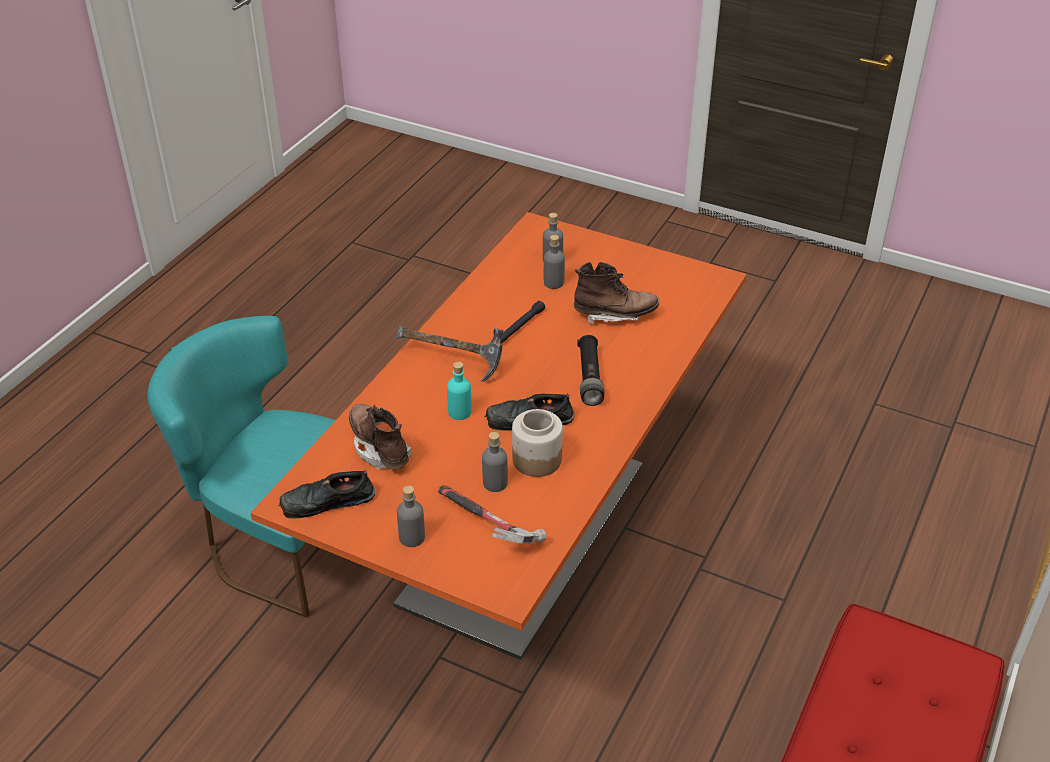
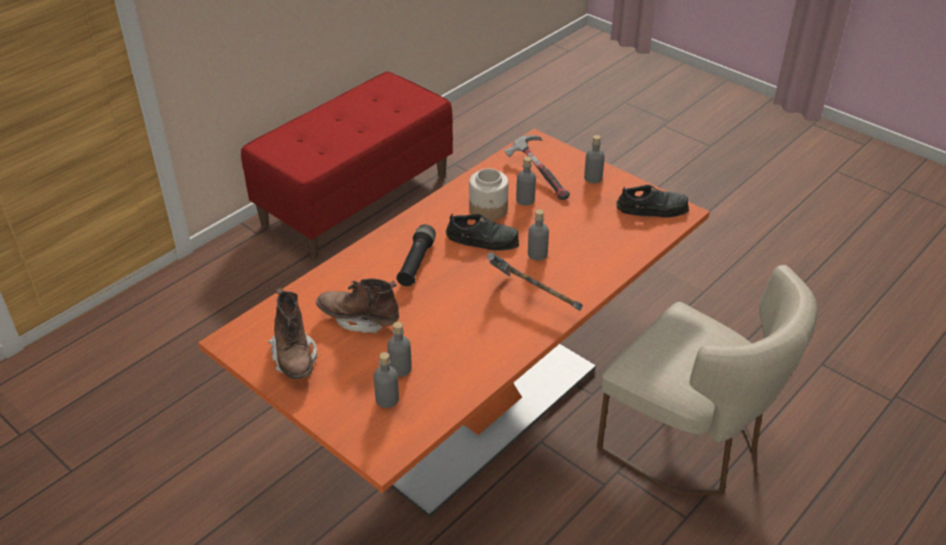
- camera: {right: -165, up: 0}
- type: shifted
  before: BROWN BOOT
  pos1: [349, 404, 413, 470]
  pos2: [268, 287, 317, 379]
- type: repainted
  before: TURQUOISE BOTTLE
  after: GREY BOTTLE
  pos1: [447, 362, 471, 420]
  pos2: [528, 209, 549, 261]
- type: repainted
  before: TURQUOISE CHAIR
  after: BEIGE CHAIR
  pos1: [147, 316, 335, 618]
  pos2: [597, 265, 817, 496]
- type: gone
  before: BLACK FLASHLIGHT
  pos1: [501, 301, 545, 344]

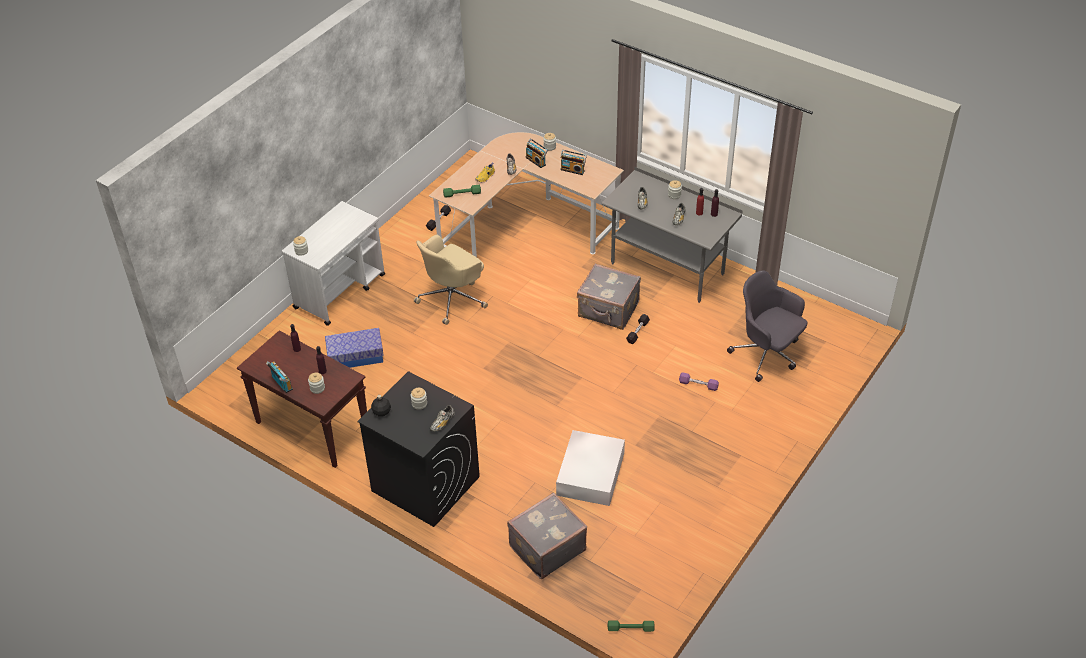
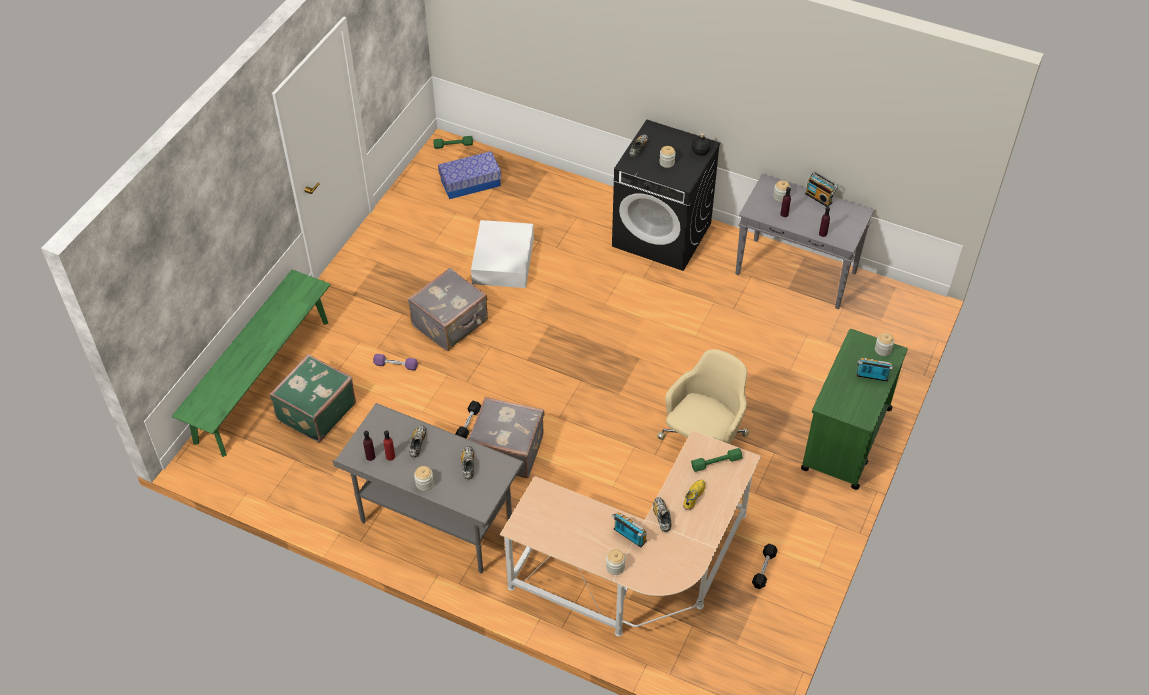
- camera: {right: 170, up: 5}
- type: new
  after: GREEN BENCH
  pos2: [172, 270, 330, 457]
- type: swapped
  before: GREY OFFICE CHAIR
  after: GREEN SUITCASE
  pos1: [727, 270, 807, 382]
  pos2: [269, 354, 356, 442]
- type: shifted
  before: GREY SUITCASE
  pos1: [507, 492, 587, 579]
  pos2: [408, 268, 488, 351]
- type: shifted
  before: STORAGE BOX
  pos1: [325, 328, 384, 368]
  pos2: [438, 151, 502, 199]
- type: repainted
  before: BROWN CONSOLE TABLE
  after: GREY CONSOLE TABLE
  pos1: [237, 330, 367, 468]
  pos2: [735, 174, 875, 309]
- type: repainted
  before: WHITE CART
  after: GREEN CART
  pos1: [282, 201, 385, 326]
  pos2: [801, 329, 908, 490]
- type: shifted
  before: RADIO
  pos1: [560, 150, 587, 175]
  pos2: [856, 358, 894, 382]

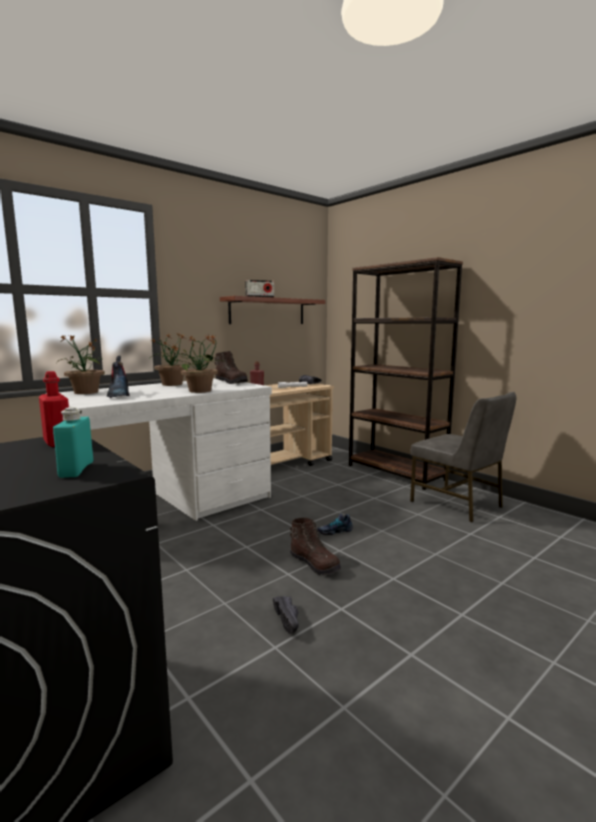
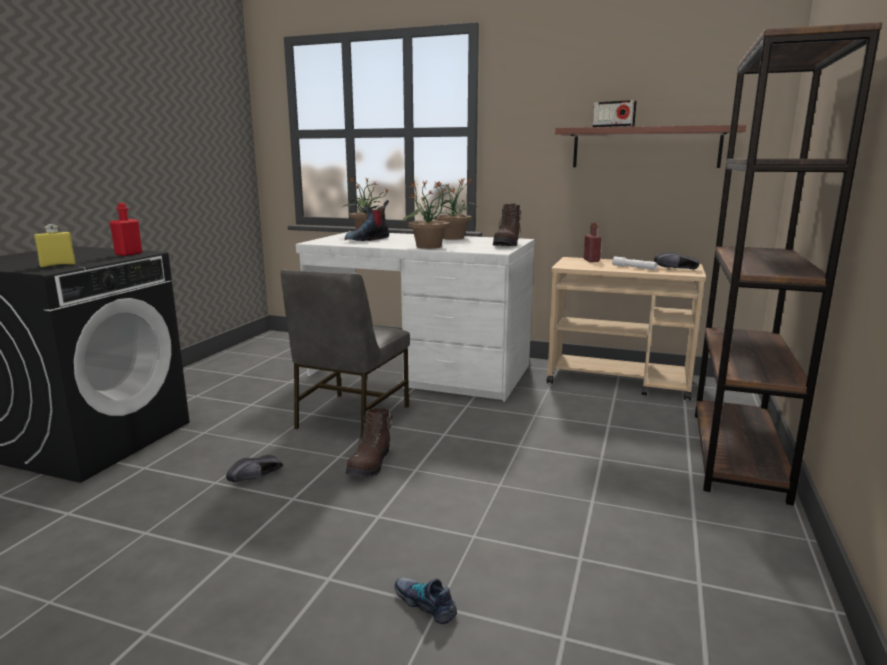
- camera: {right: 60, up: 5}
- type: repainted
  before: TURQUOISE BOTTLE
  after: YELLOW BOTTLE
  pos1: [53, 407, 93, 478]
  pos2: [34, 224, 76, 267]
- type: shifted
  before: GREY CHAIR
  pos1: [410, 392, 517, 523]
  pos2: [280, 269, 410, 438]
- type: shifted
  before: SHOE
  pos1: [318, 514, 353, 535]
  pos2: [395, 577, 457, 624]

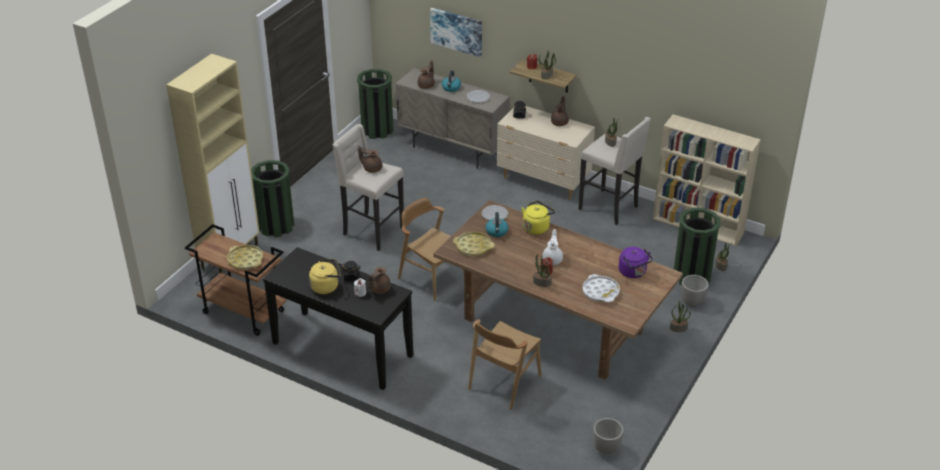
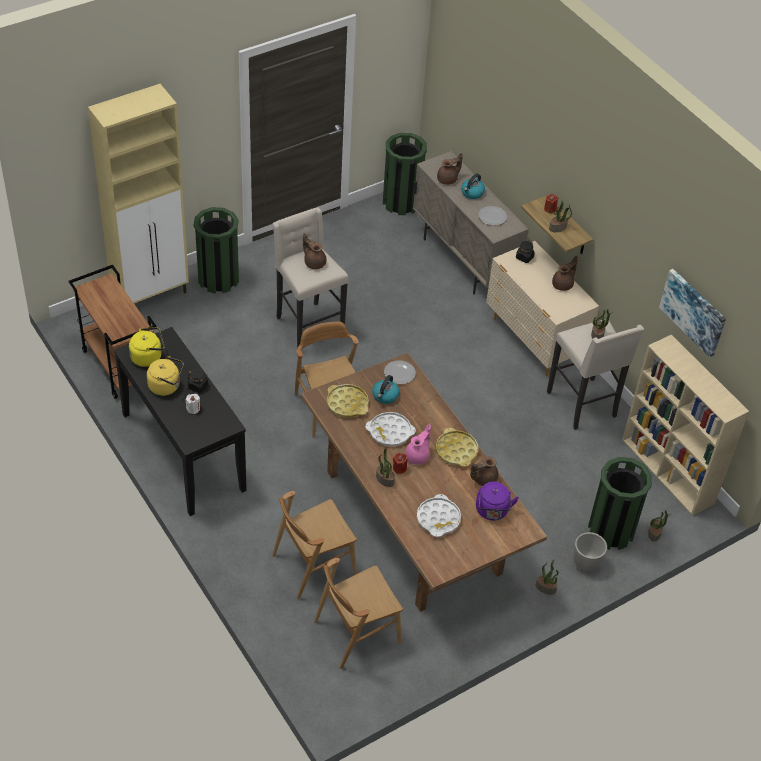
- camera: {right: 25, up: 10}
- type: shifted
  before: YELLOW KETTLE
  pos1: [522, 201, 555, 235]
  pos2: [129, 327, 165, 367]
- type: new
  after: BROWN CHAIR
  pos2: [314, 558, 403, 669]
- type: new
  after: WHITE TRAY
  pos2: [366, 412, 416, 446]
- type: repainted
  before: WHITE TEAPOT
  after: PINK TEAPOT
  pos1: [542, 229, 563, 265]
  pos2: [405, 424, 431, 465]
- type: shifted
  before: YELLOW TRAY
  pos1: [227, 245, 263, 269]
  pos2: [436, 428, 478, 467]
- type: shifted
  before: BROWN TEAPOT
  pos1: [369, 267, 391, 294]
  pos2: [470, 456, 498, 486]
- type: shifted
  before: PICTURE
  pos1: [430, 8, 482, 57]
  pos2: [659, 269, 726, 358]
- type: gone
  before: PLANTER
  pos1: [593, 418, 624, 455]

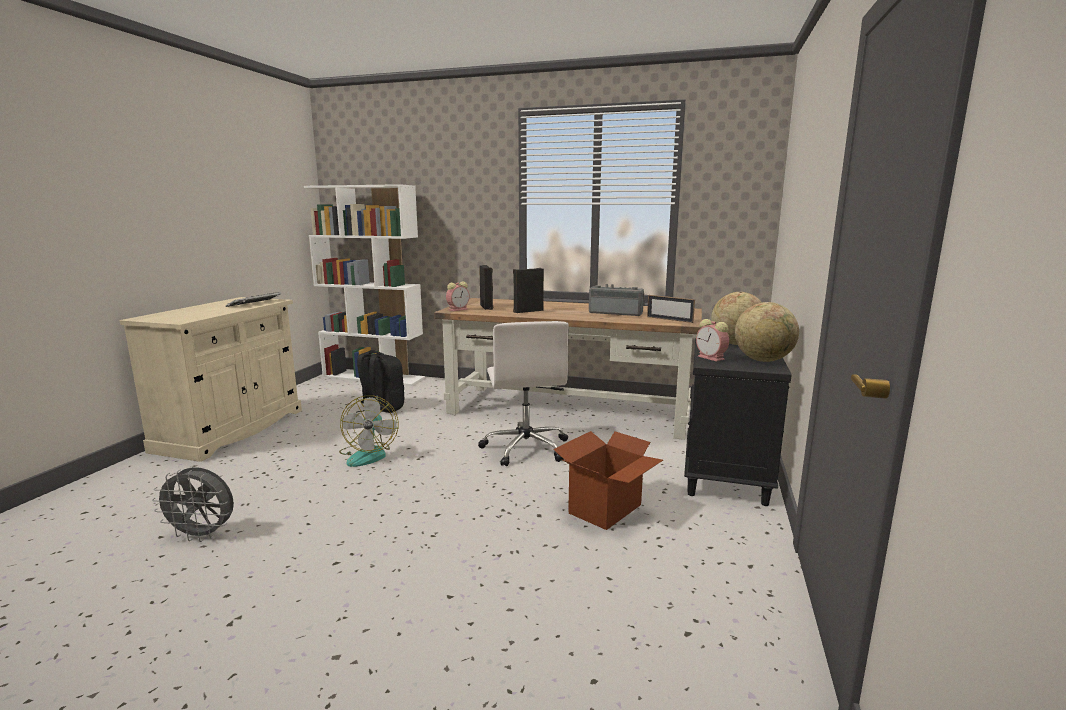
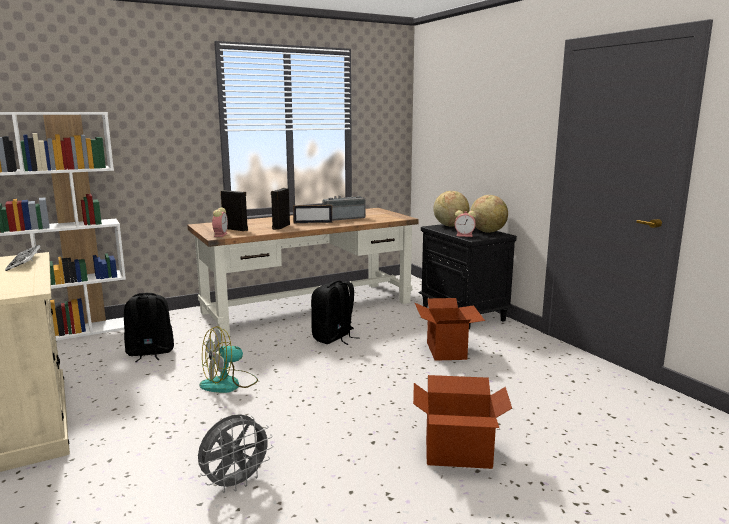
- camera: {right: -45, up: 0}
- type: rotated
  before: FAN
  pos1: [339, 395, 398, 467]
  pos2: [200, 326, 258, 393]
  turn: 105
- type: shifted
  before: PICTURE FRAME
  pos1: [647, 295, 695, 323]
  pos2: [293, 205, 332, 224]
- type: swapped
  before: WHITE OFFICE CHAIR
  after: BLACK BACKPACK
  pos1: [478, 321, 569, 466]
  pos2: [311, 281, 359, 345]
- type: new
  after: CARDBOARD BOX
  pos2: [413, 375, 512, 469]

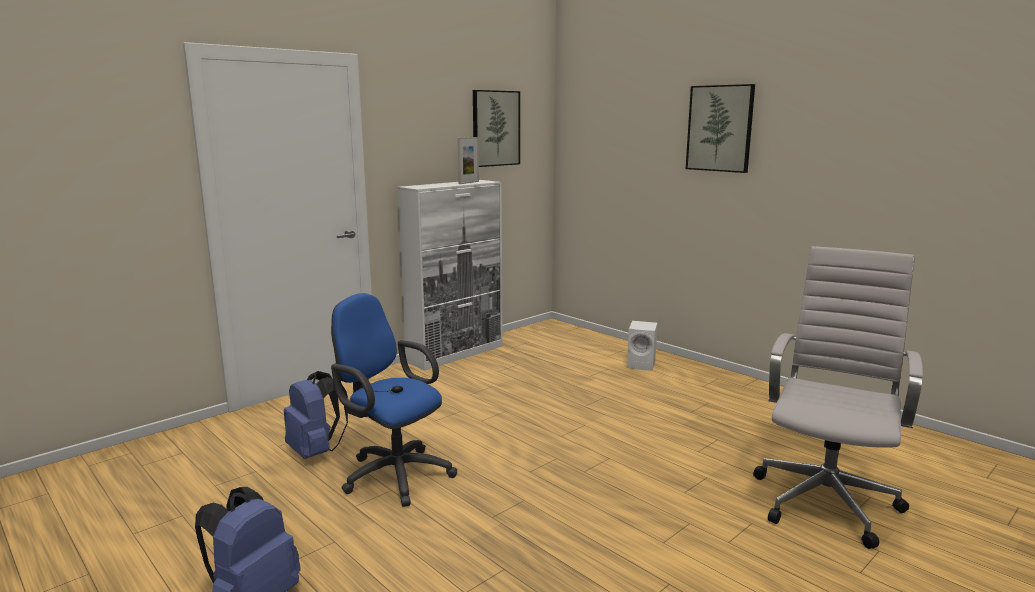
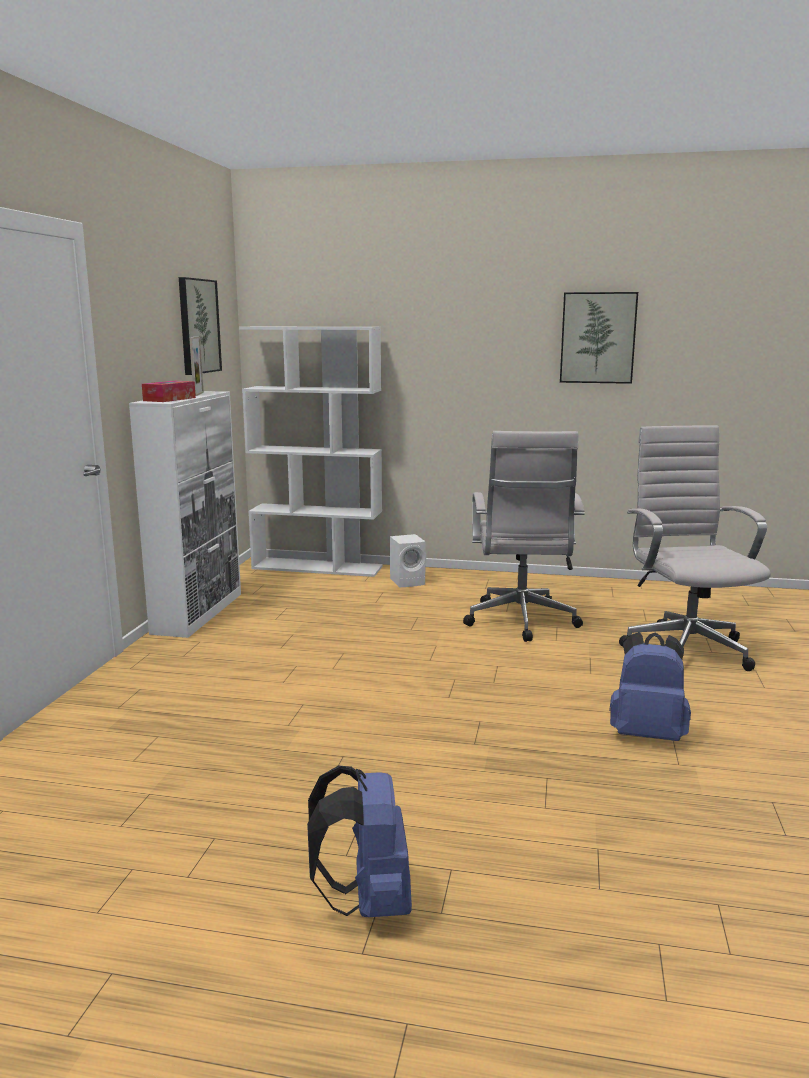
- camera: {right: -35, up: 0}
- type: new
  after: TISSUE BOX
  pos2: [142, 381, 196, 402]
- type: new
  after: WHITE BOOKCASE
  pos2: [239, 327, 383, 577]
- type: new
  after: WHITE OFFICE CHAIR
  pos2: [463, 431, 585, 642]
- type: shifted
  before: PICTURE
  pos1: [686, 84, 755, 173]
  pos2: [560, 292, 638, 384]
- type: shifted
  before: BLUE BACKPACK
  pos1: [284, 371, 348, 459]
  pos2: [609, 632, 691, 741]
- type: gone
  before: BLUE OFFICE CHAIR
  pos1: [331, 293, 457, 507]

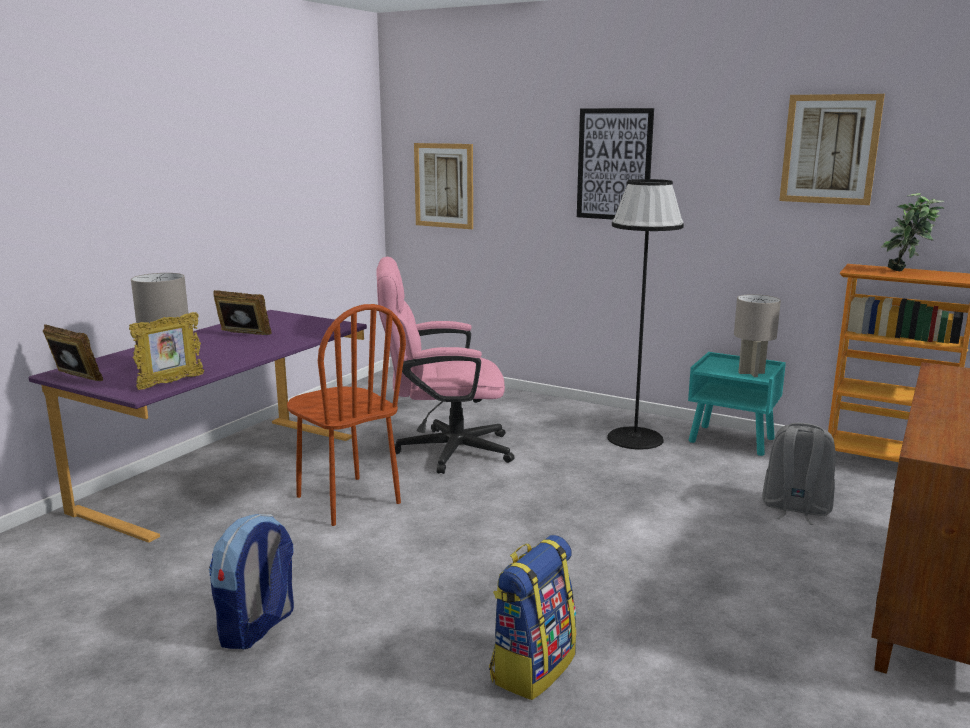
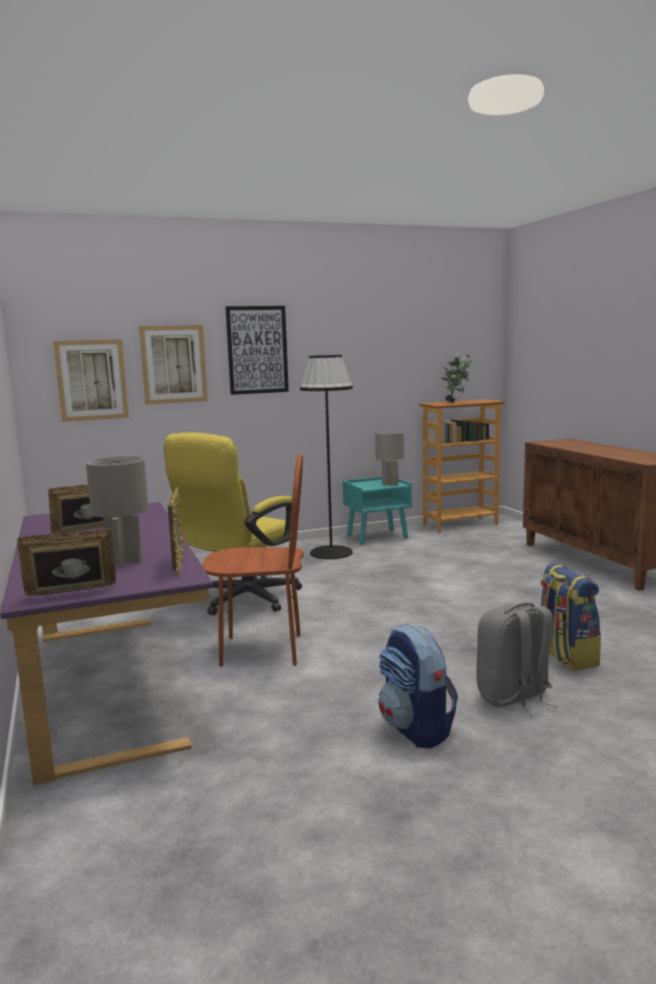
- camera: {right: -50, up: -5}
- type: shifted
  before: PICTURE
  pos1: [779, 94, 885, 205]
  pos2: [139, 325, 208, 404]
- type: repainted
  before: PINK OFFICE CHAIR
  after: YELLOW OFFICE CHAIR
  pos1: [376, 257, 515, 474]
  pos2: [164, 432, 302, 615]
- type: shifted
  before: GREY BACKPACK
  pos1: [762, 423, 836, 525]
  pos2: [476, 602, 558, 717]

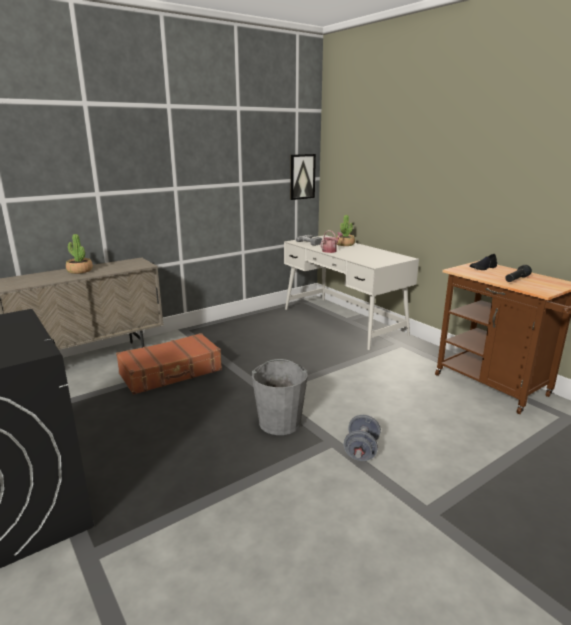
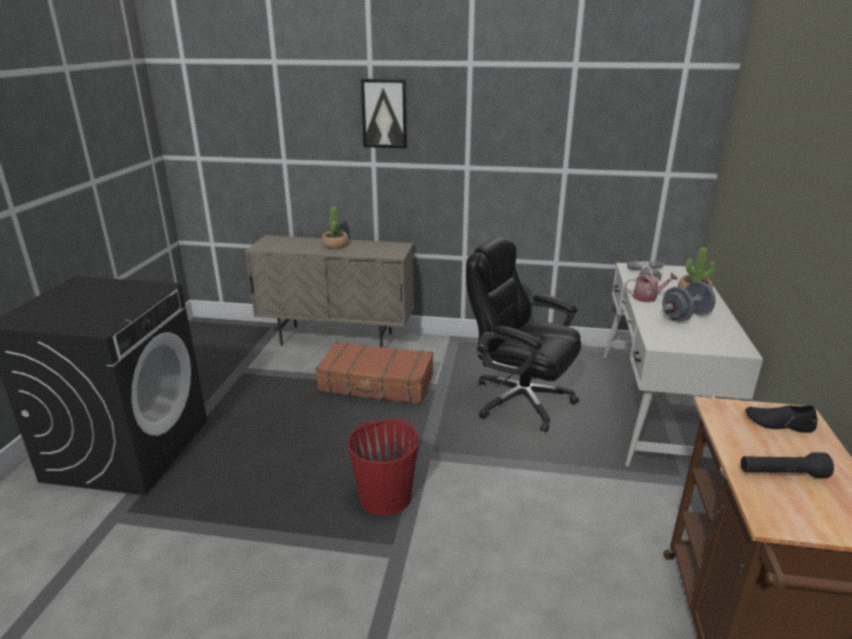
- camera: {right: 45, up: 5}
- type: repainted
  before: GREY BUCKET
  after: RED BUCKET
  pos1: [252, 359, 308, 435]
  pos2: [348, 419, 419, 516]
- type: shifted
  before: PICTURE
  pos1: [290, 154, 316, 200]
  pos2: [361, 79, 407, 148]
- type: new
  after: BLACK OFFICE CHAIR
  pos2: [466, 237, 581, 432]
- type: shifted
  before: GREY DUMBBELL
  pos1: [344, 415, 381, 461]
  pos2: [662, 281, 716, 322]

